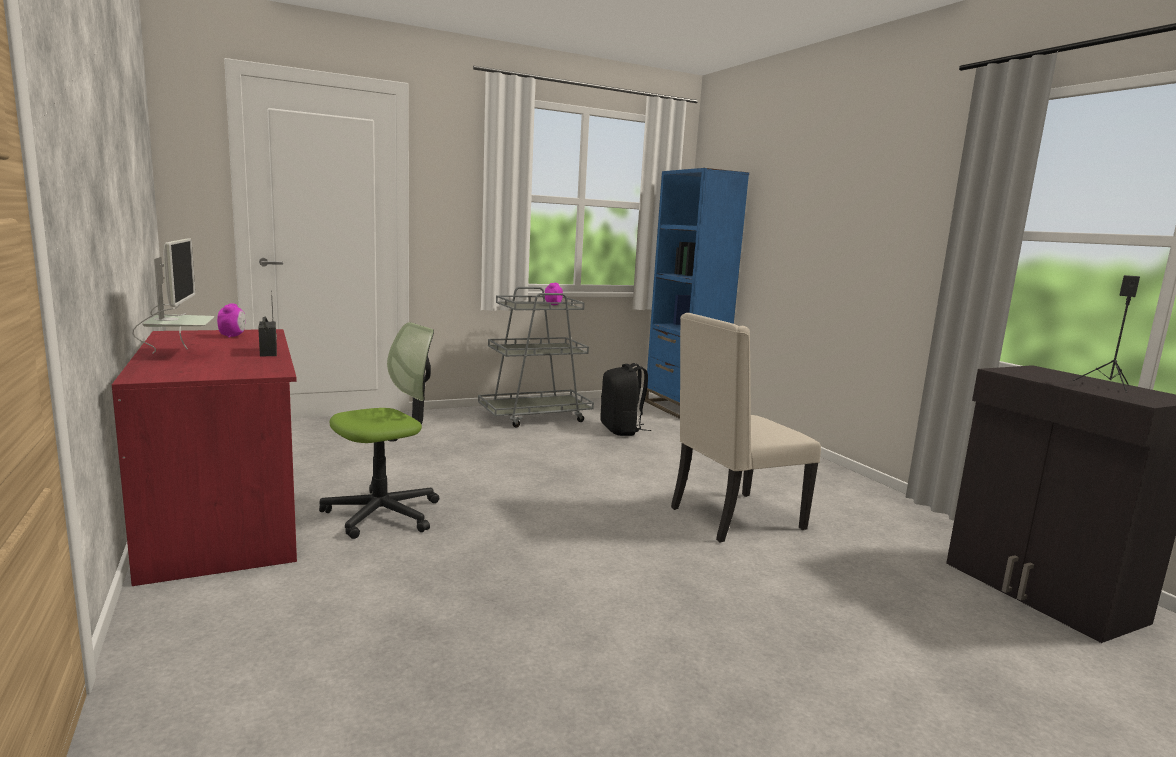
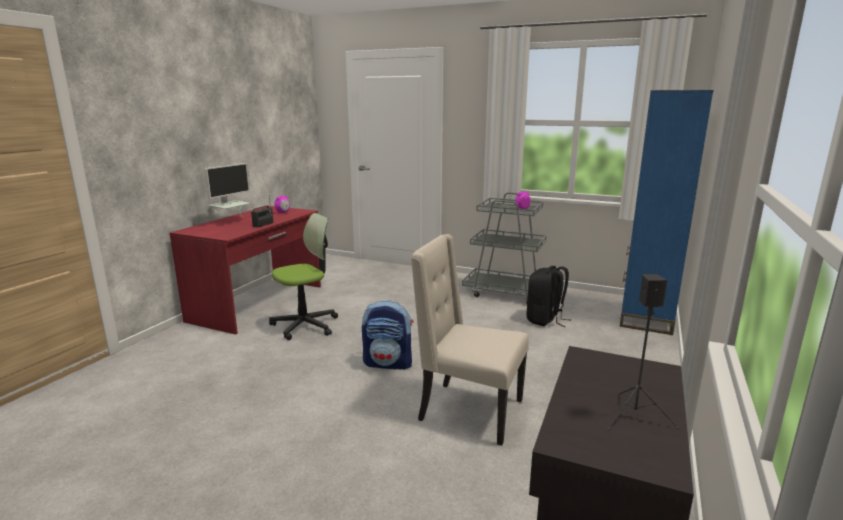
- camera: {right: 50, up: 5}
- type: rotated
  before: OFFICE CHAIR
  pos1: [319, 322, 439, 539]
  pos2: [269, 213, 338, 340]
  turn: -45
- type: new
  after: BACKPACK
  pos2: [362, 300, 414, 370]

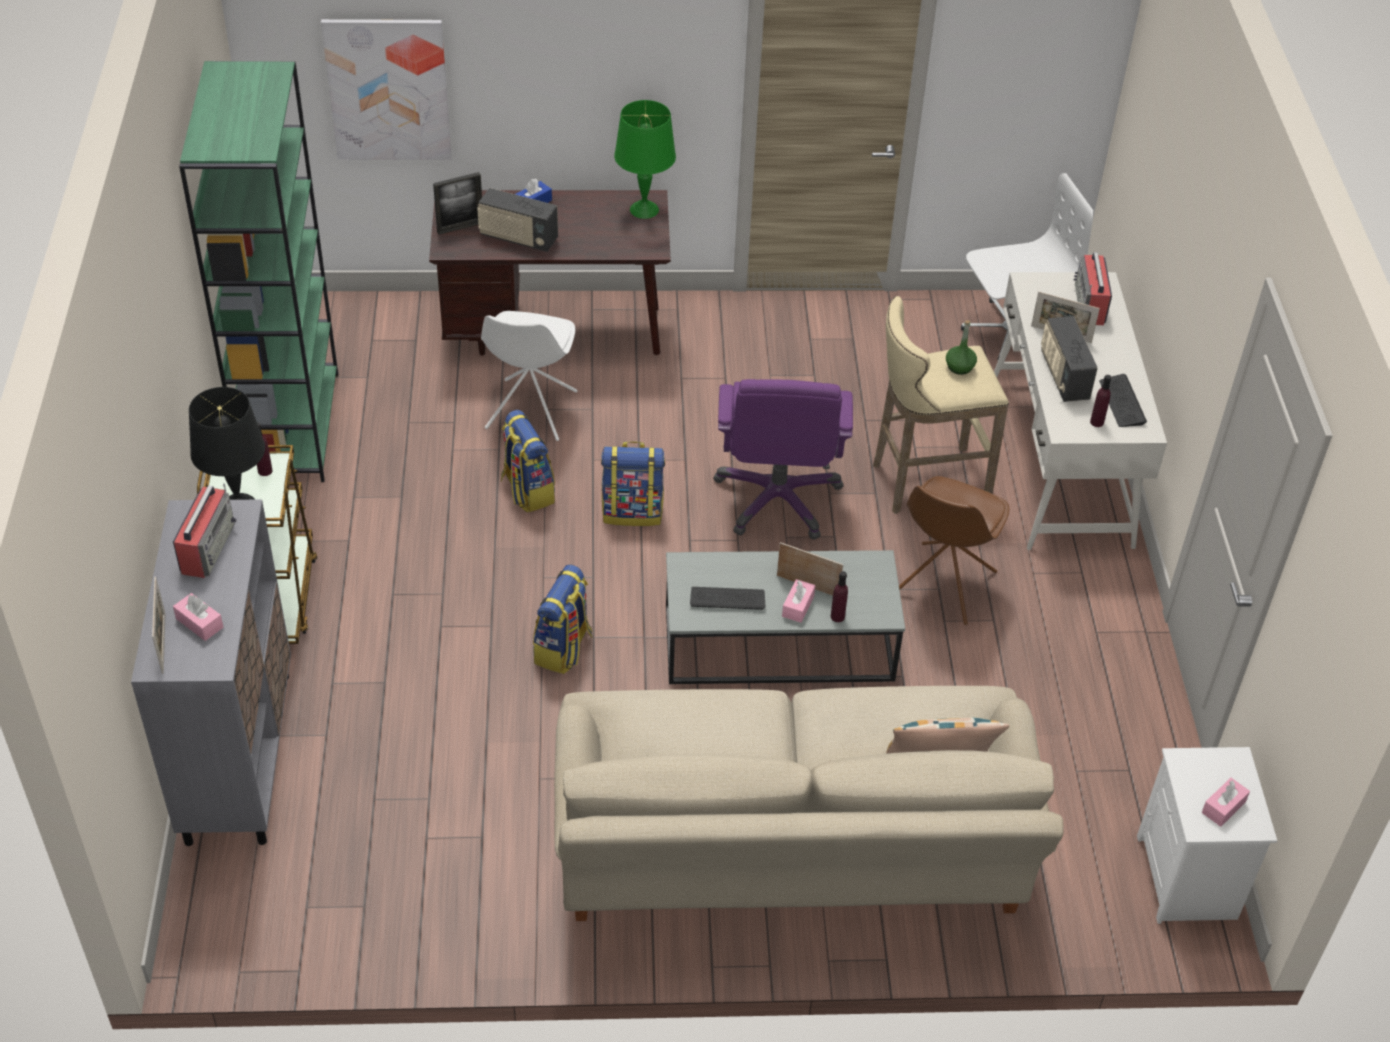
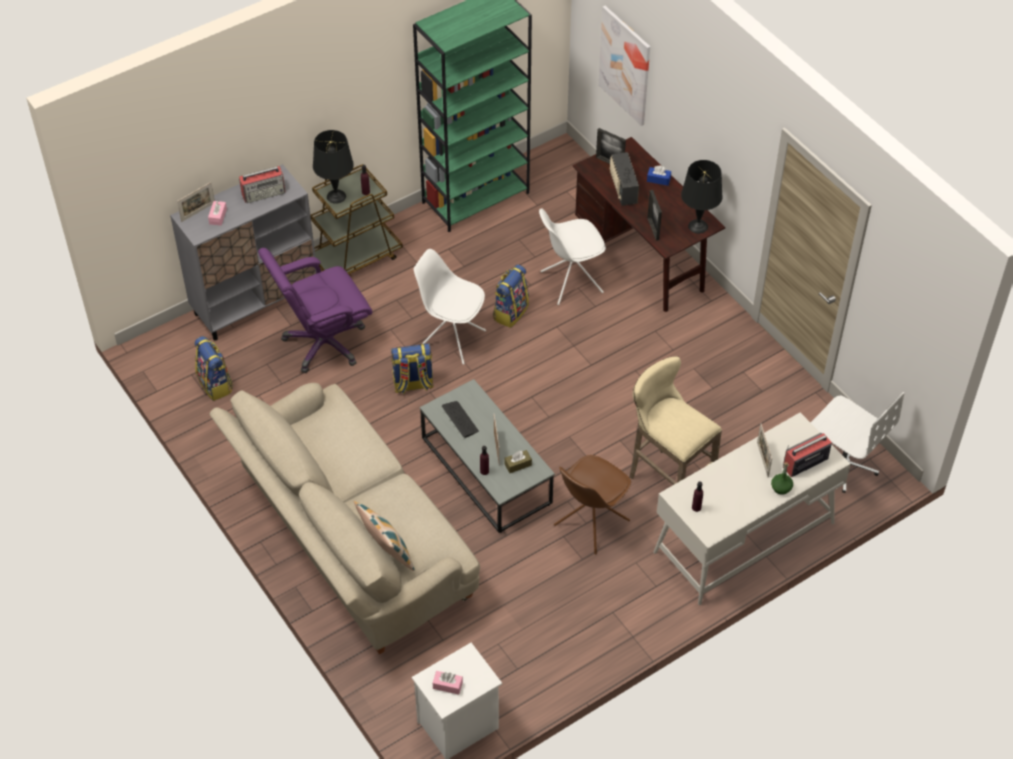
- camera: {right: 60, up: 5}
- type: shifted
  before: BACKPACK
  pos1: [601, 441, 665, 526]
  pos2: [195, 336, 233, 401]
- type: shifted
  before: PURPLE OFFICE CHAIR
  pos1: [713, 379, 853, 540]
  pos2: [258, 248, 372, 373]
- type: new
  after: WHITE CHAIR
  pos2: [413, 249, 486, 365]
- type: new
  after: BROWN TISSUE BOX
  pos2: [504, 450, 532, 473]
- type: rotated
  before: BROWN CHAIR
  pos1: [899, 476, 1009, 625]
  pos2: [554, 455, 631, 554]
  turn: -45
- type: new
  after: PICTURE FRAME
  pos2: [647, 190, 662, 241]
- type: repainted
  before: GREEN TABLE LAMP
  after: BLACK TABLE LAMP
  pos1: [614, 100, 676, 219]
  pos2: [681, 160, 723, 234]
- type: shifted
  before: GREEN BOTTLE
  pos1: [946, 320, 977, 375]
  pos2: [771, 462, 793, 495]
- type: gone
  before: PINK TISSUE BOX
  pos1: [782, 579, 815, 623]
- type: gone
  before: RADIO
  pos1: [1041, 316, 1097, 402]
- type: gone
  before: KEYBOARD
  pos1: [1099, 374, 1147, 427]

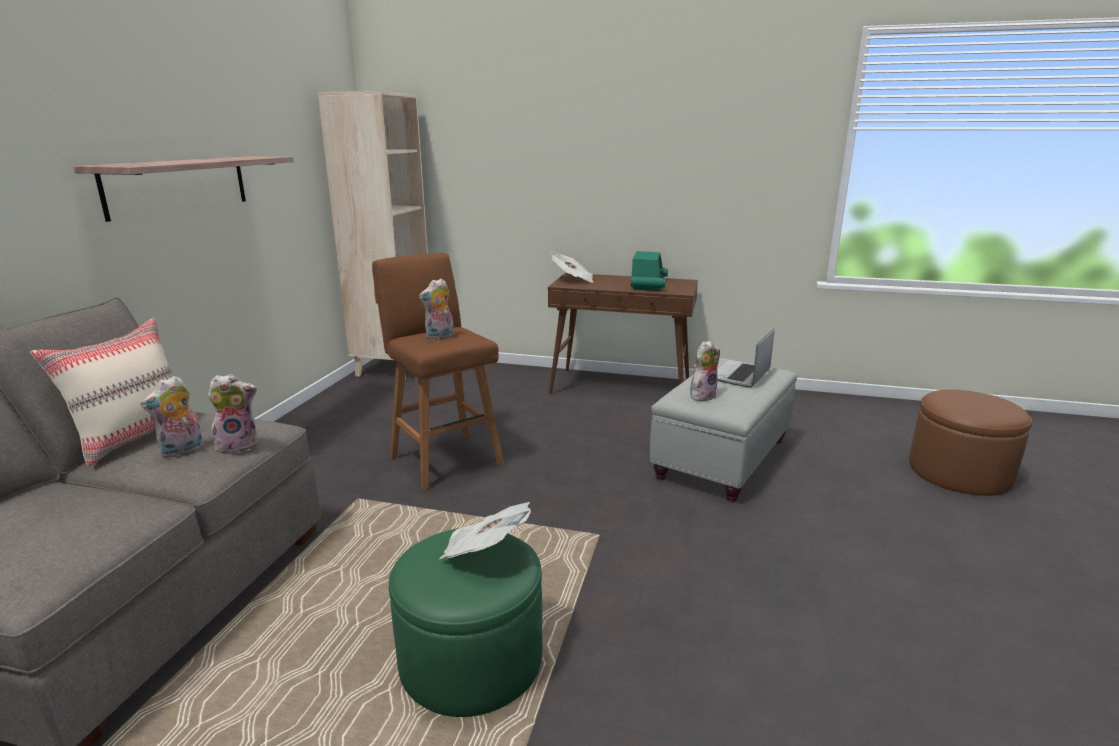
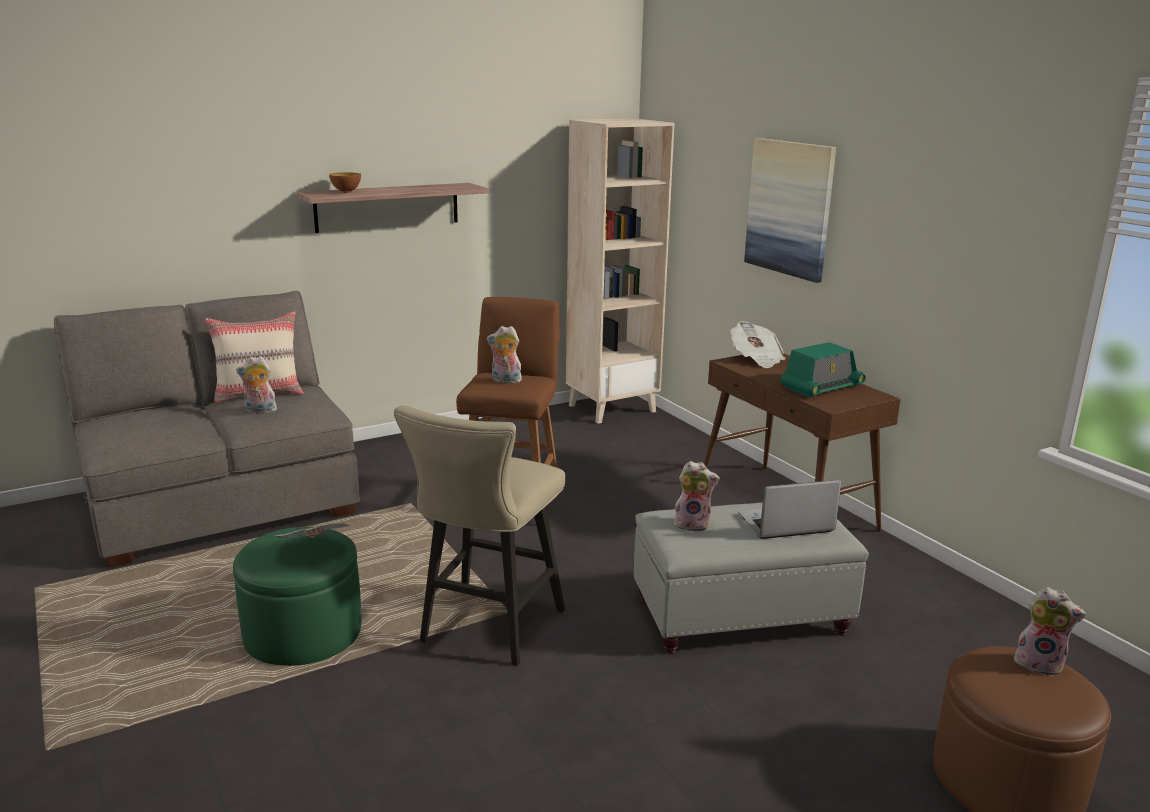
- camera: {right: 45, up: 0}
- type: new
  after: BOWL
  pos2: [329, 172, 361, 193]
- type: new
  after: BEIGE STOOL
  pos2: [394, 405, 565, 666]
- type: new
  after: PICTURE
  pos2: [744, 138, 836, 283]
- type: shifted
  before: PLUSH TOY
  pos1: [208, 374, 258, 453]
  pos2: [1014, 587, 1086, 676]

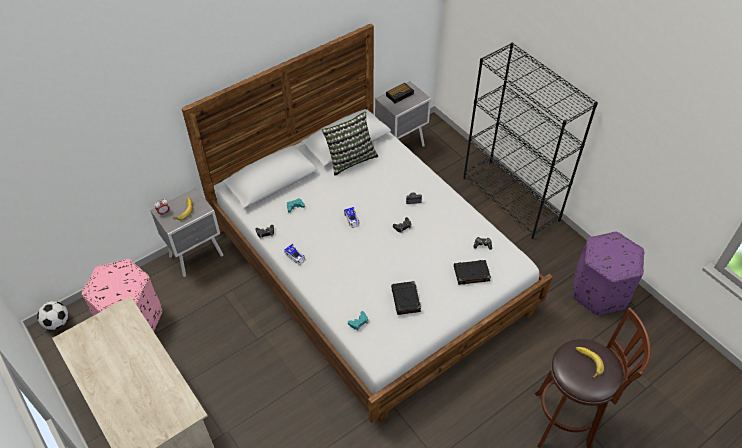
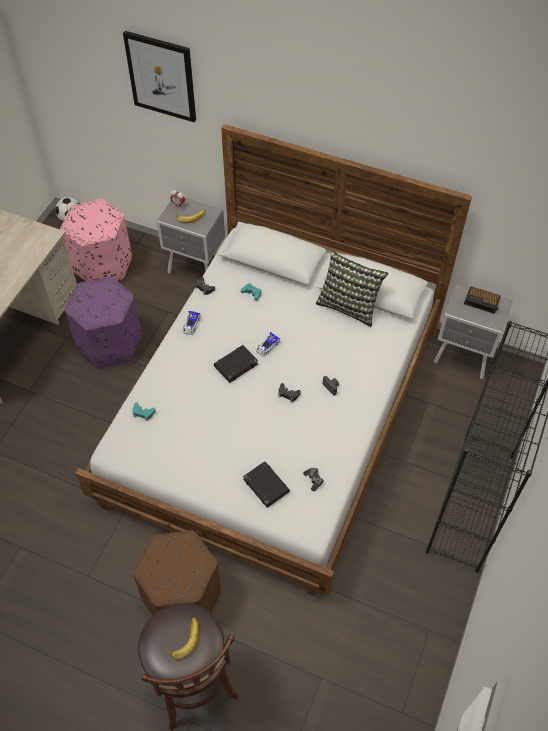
- camera: {right: 60, up: 5}
- type: shifted
  before: PURPLE OTTOMAN
  pos1: [572, 232, 644, 315]
  pos2: [65, 277, 142, 368]
- type: new
  after: PICTURE
  pos2: [123, 31, 196, 122]
- type: new
  after: BROWN OTTOMAN
  pos2: [132, 530, 221, 616]
- type: shifted
  before: BLACK BOOK
  pos1: [391, 281, 421, 315]
  pos2: [214, 345, 258, 383]

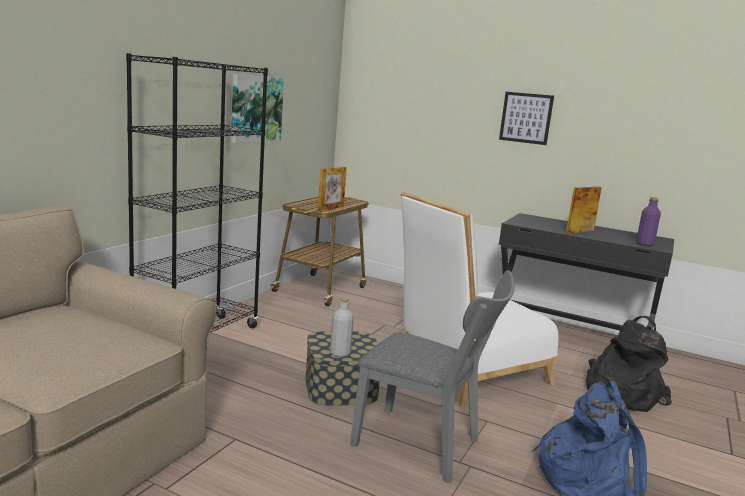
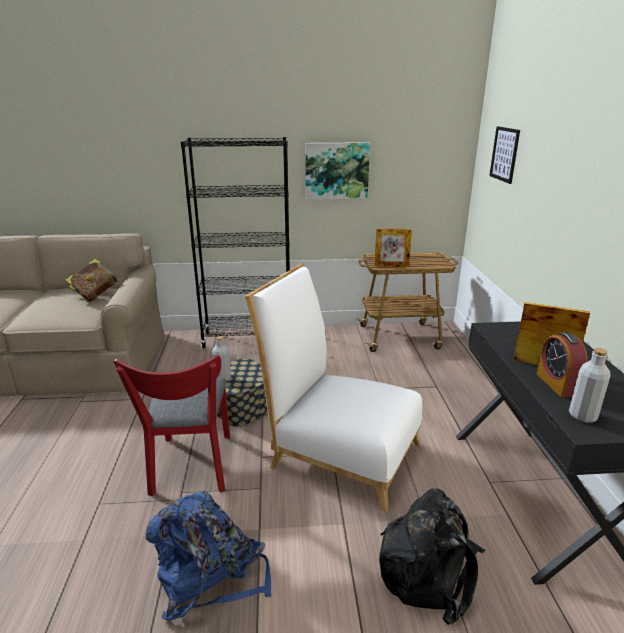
- camera: {right: 60, up: 10}
- type: new
  after: BOOK
  pos2: [65, 259, 118, 302]
- type: repainted
  before: GREY CHAIR
  after: RED CHAIR
  pos1: [350, 270, 515, 483]
  pos2: [114, 355, 230, 496]
- type: shifted
  before: PICTURE
  pos1: [499, 92, 554, 145]
  pos2: [489, 126, 520, 184]
- type: new
  after: ALARM CLOCK
  pos2: [537, 332, 588, 398]
- type: repainted
  before: PURPLE BOTTLE
  after: GREY BOTTLE
  pos1: [636, 197, 661, 246]
  pos2: [569, 348, 611, 423]

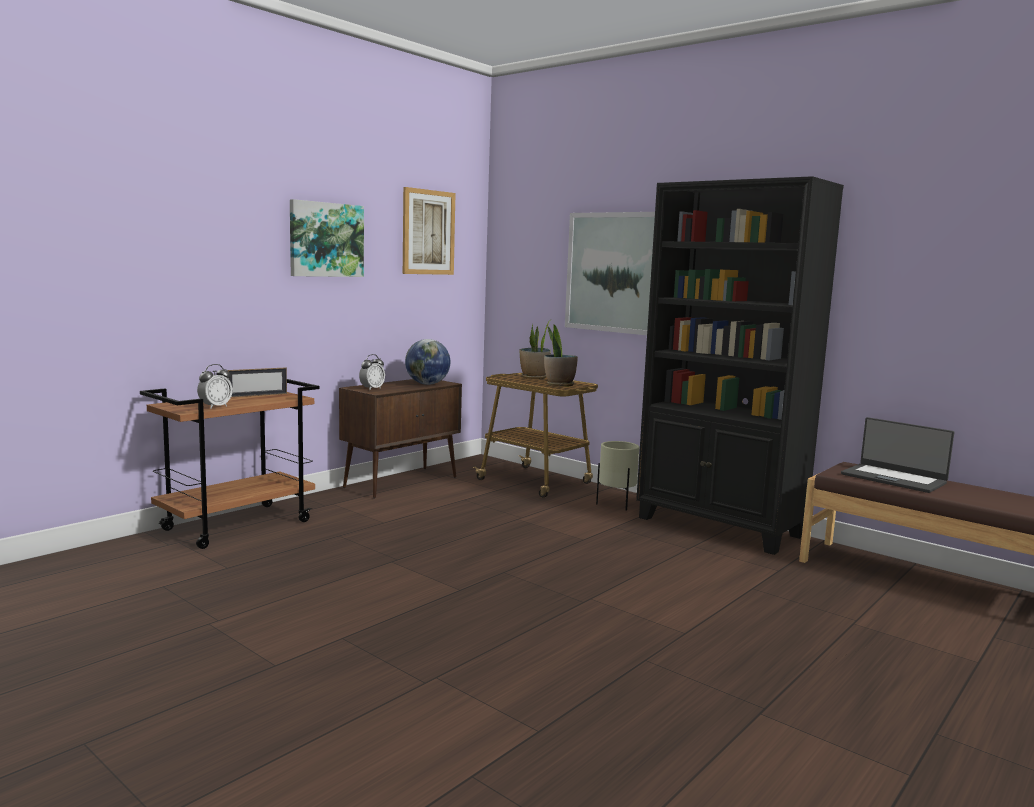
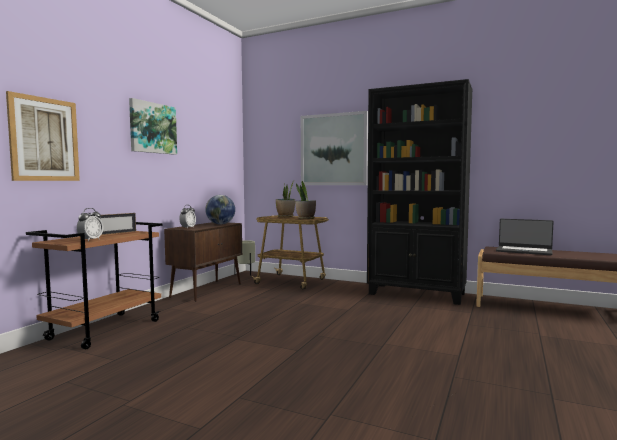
- camera: {right: -15, up: -5}
- type: shifted
  before: PICTURE
  pos1: [403, 187, 456, 275]
  pos2: [6, 91, 80, 181]
- type: shifted
  before: BEIGE PLANTER
  pos1: [596, 441, 639, 511]
  pos2: [234, 240, 255, 276]

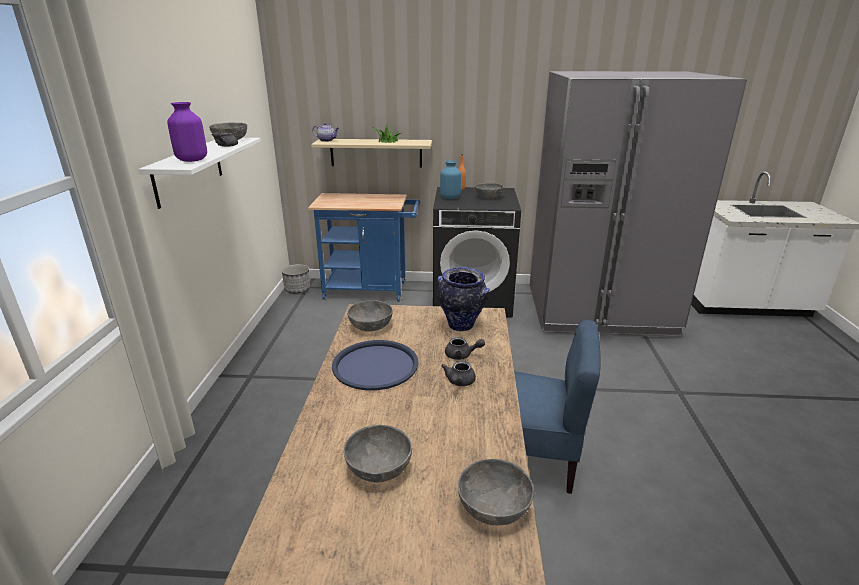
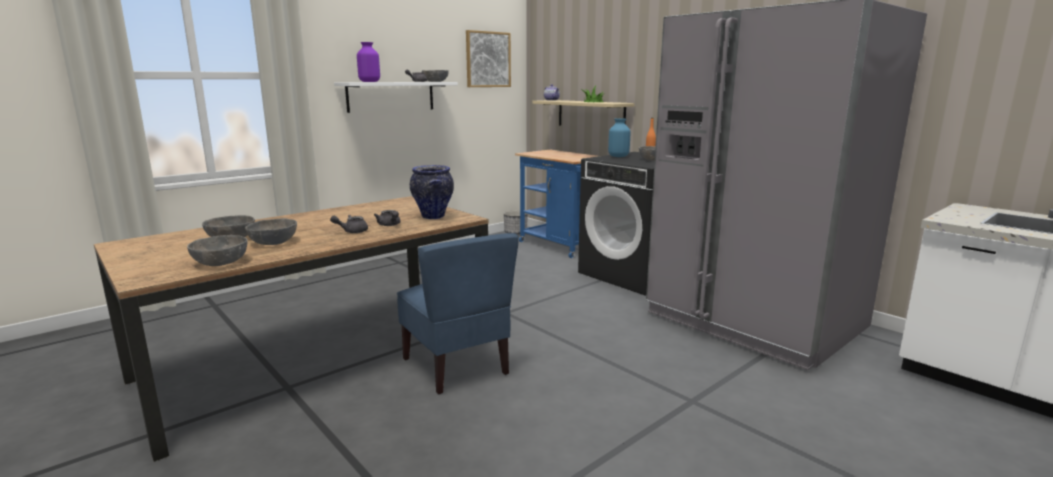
- camera: {right: 45, up: -10}
- type: shifted
  before: GREY BOWL
  pos1: [347, 300, 393, 332]
  pos2: [245, 218, 297, 245]
- type: new
  after: PICTURE
  pos2: [466, 30, 511, 87]
- type: gone
  before: BLUE TRAY
  pos1: [332, 340, 418, 390]

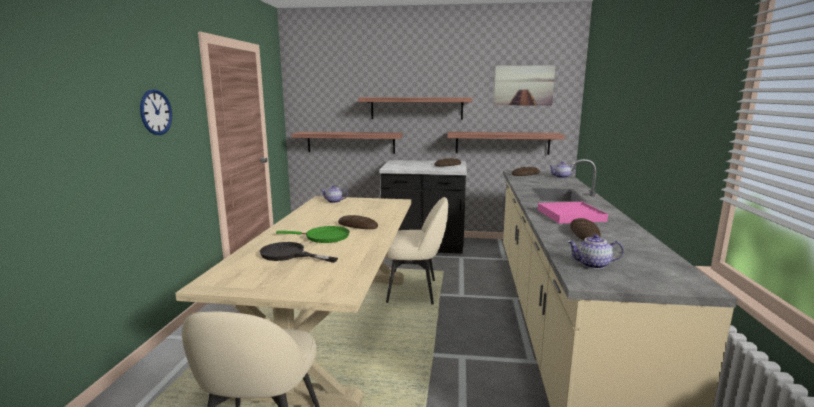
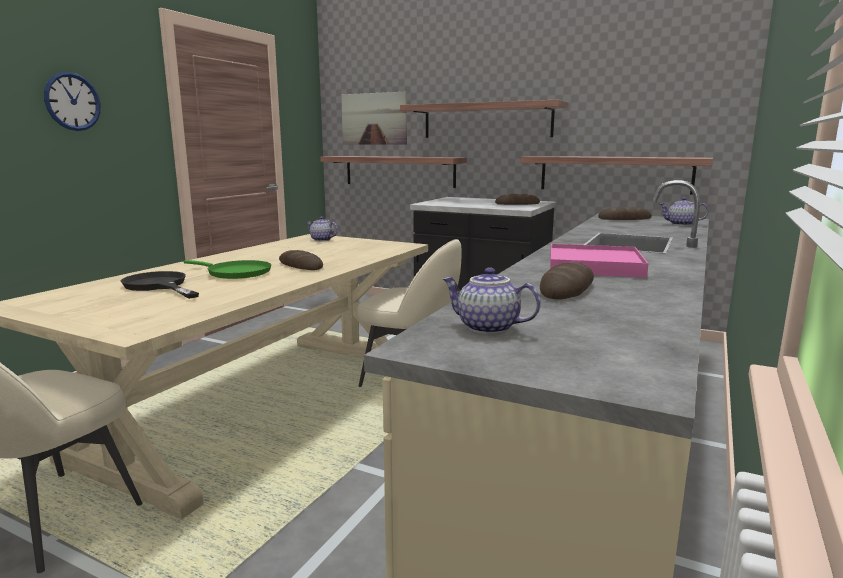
- camera: {right: 20, up: 0}
- type: shifted
  before: PICTURE
  pos1: [494, 65, 555, 106]
  pos2: [341, 92, 407, 145]

